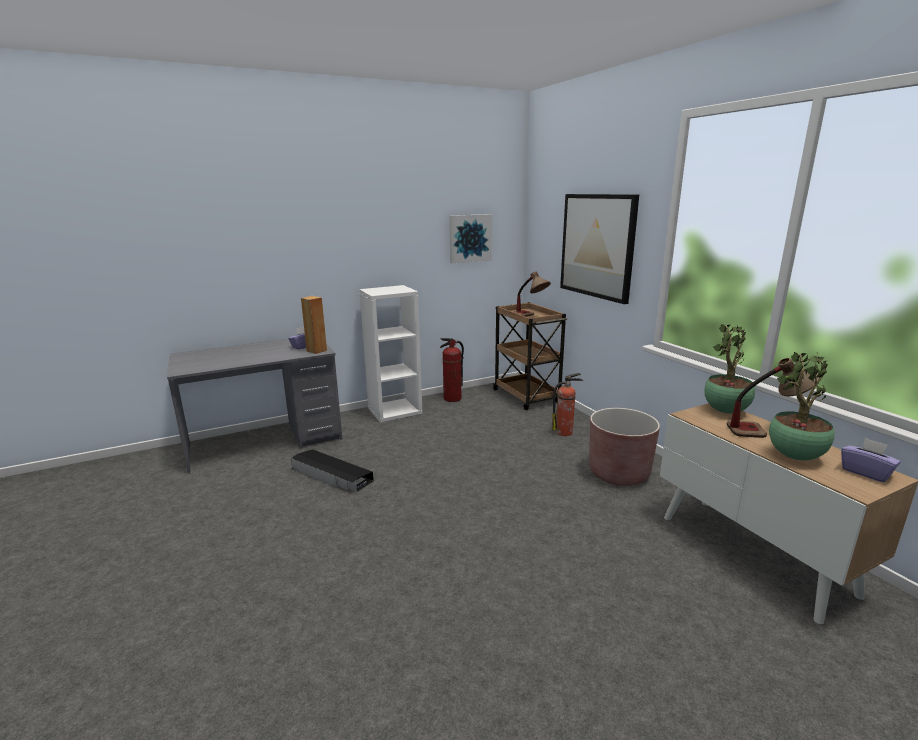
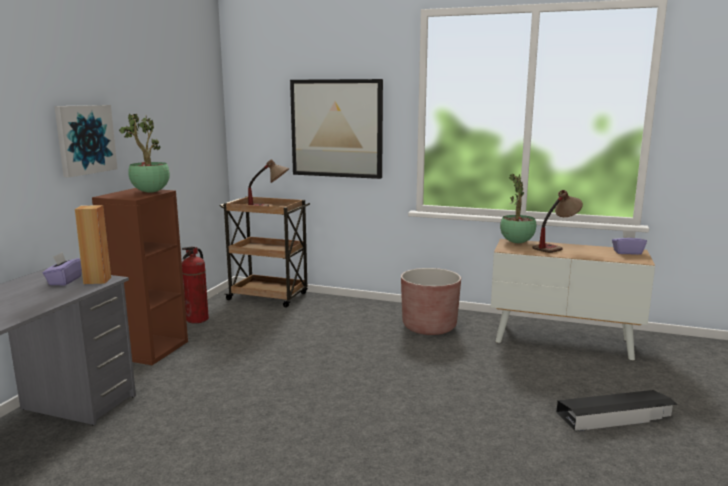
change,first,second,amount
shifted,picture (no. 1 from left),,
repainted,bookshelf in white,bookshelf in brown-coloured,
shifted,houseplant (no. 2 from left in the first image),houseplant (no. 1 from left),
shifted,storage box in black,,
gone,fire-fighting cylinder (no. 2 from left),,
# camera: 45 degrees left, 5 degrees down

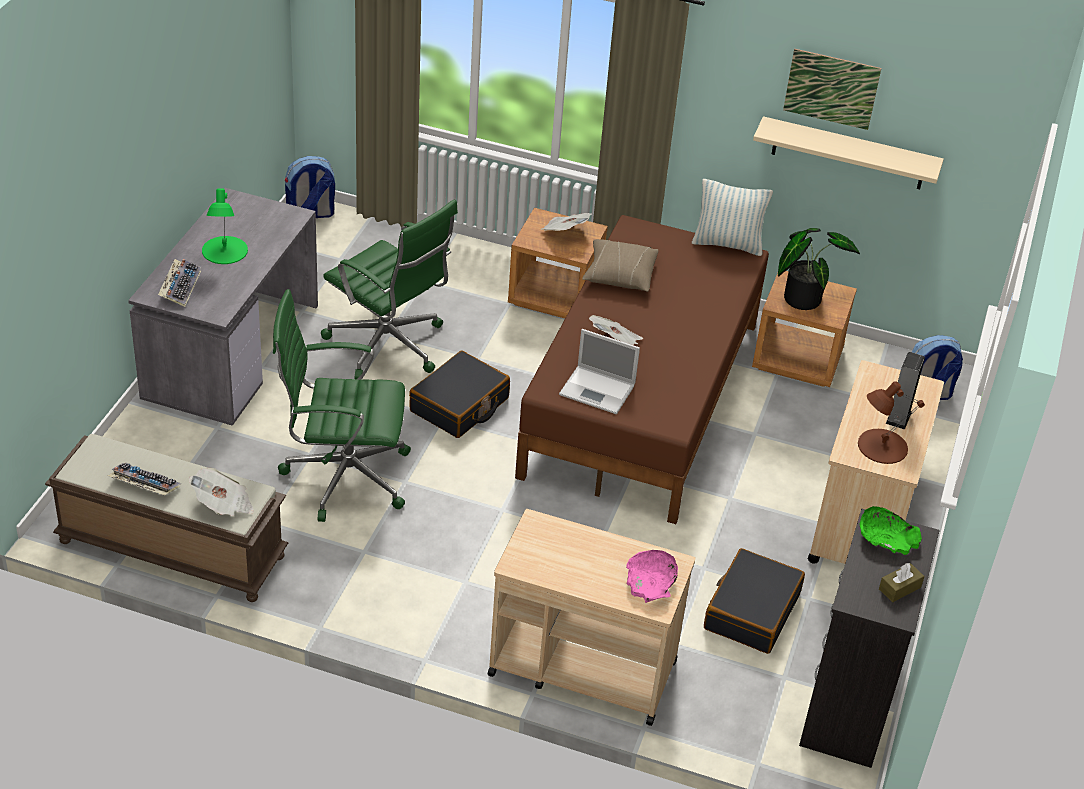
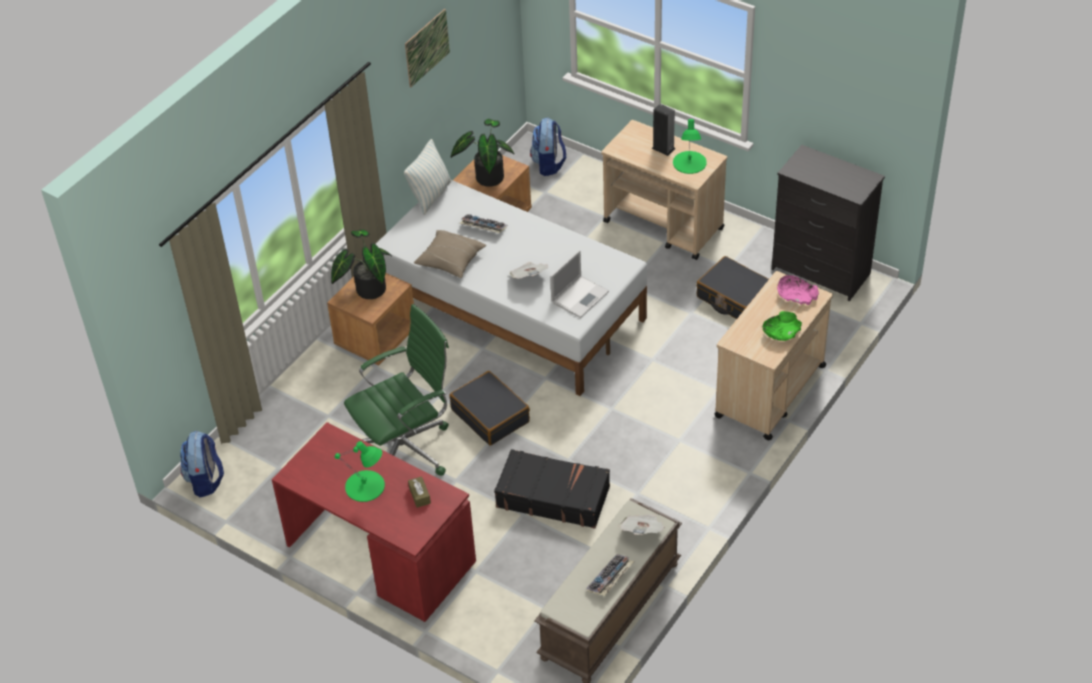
change,first,second,amount
repainted,desk table in greyish,desk table in red-coloured,
swapped,printed paper (no. 2 from left),houseplant (no. 1 from left),
repainted,sleeping bed in brown-coloured,sleeping bed in white,
shifted,tissue box in brown-coloured,,
shifted,PC keyboard (no. 2 from left in the first image),PC keyboard (no. 1 from left),
swapped,computer chair in greenish (no. 1 from left),piece of luggage in black (no. 2 from left),
repainted,table lamp in brown-coloured,table lamp in greenish (no. 2 from left),
shifted,deep dish in greenish,,
gone,shelf in sand-coloured,,
# camera: 70 degrees left, 5 degrees up

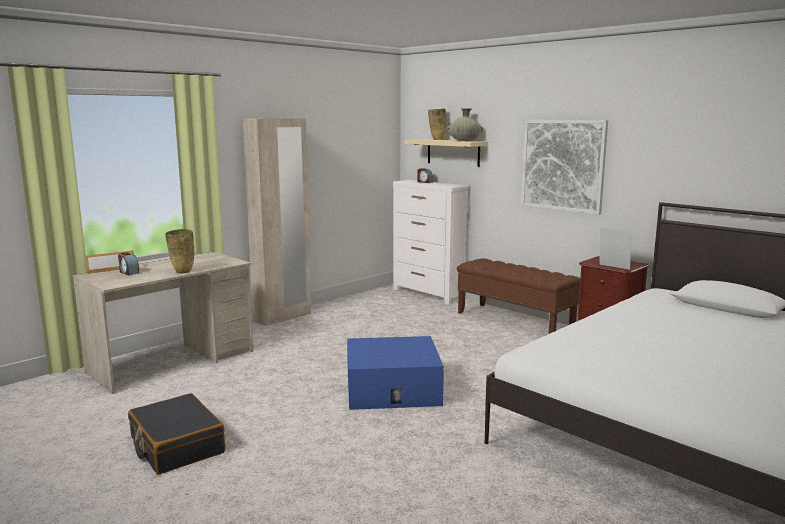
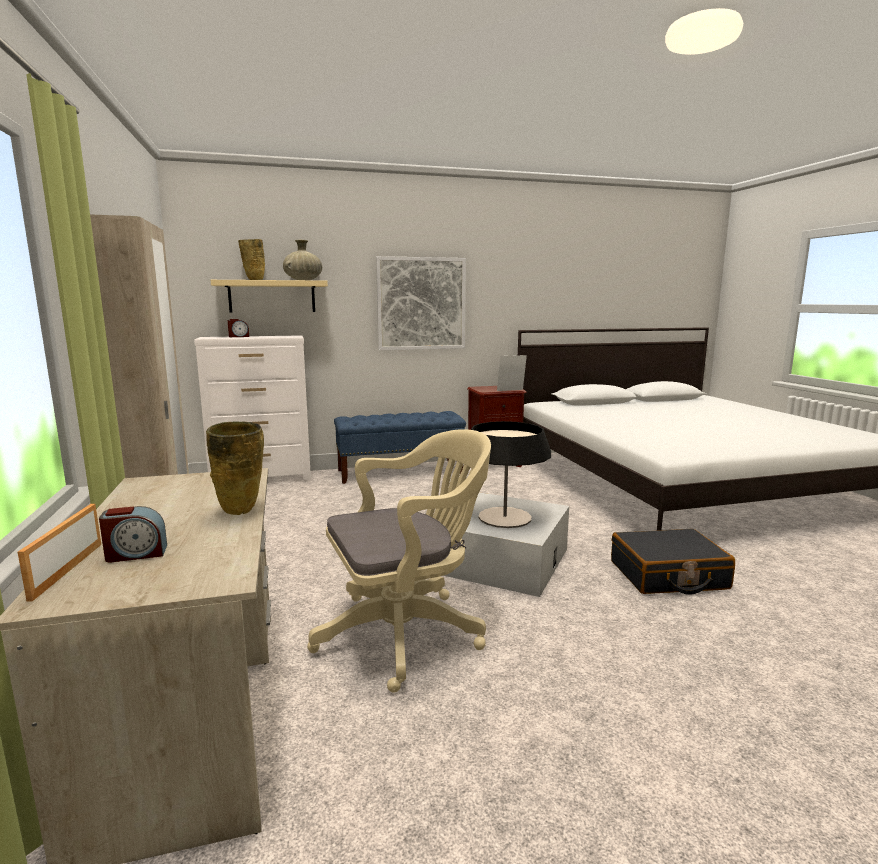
change,first,second,amount
new,,computer chair in sand-coloured,
repainted,long seat in brown-coloured,long seat in bluish,
repainted,storage box in bluish,storage box in white,
new,,table lamp,
shifted,piece of luggage in black,,
# camera: 60 degrees left, 0 degrees up

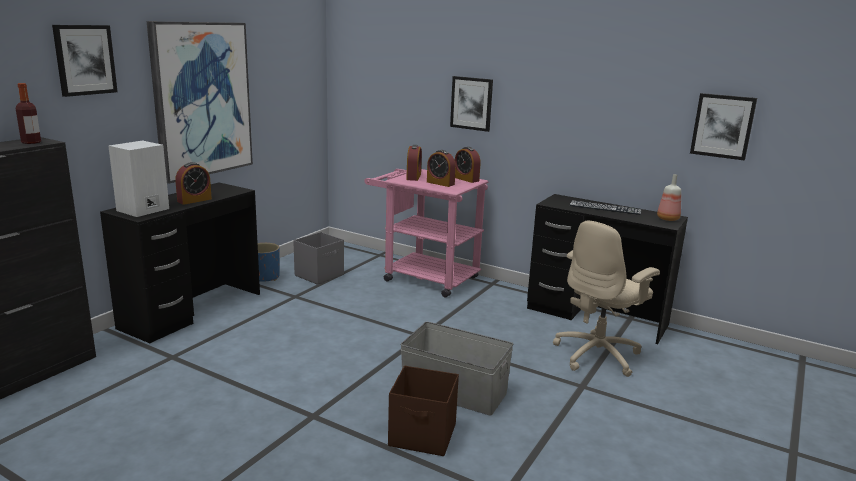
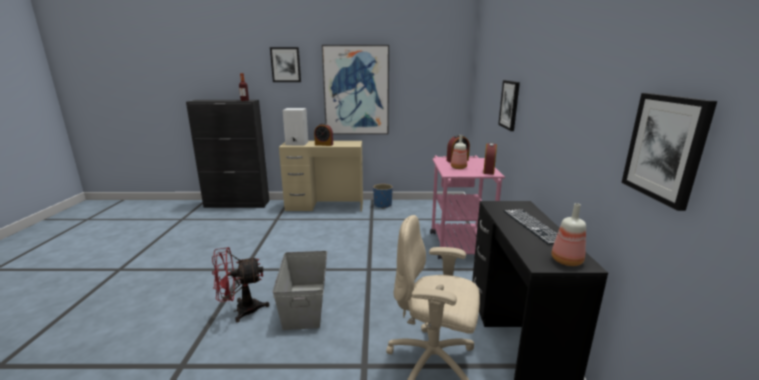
change,first,second,amount
swapped,storage box in brown-coloured,electric fan in red-coloured,
repainted,desk table in black (no. 1 from left),desk table in sand-coloured,
swapped,alarm clock (no. 3 from left),drink bottle (no. 2 from left),
gone,storage box in greyish (no. 1 from left),,
# camera: 60 degrees right, 0 degrees up

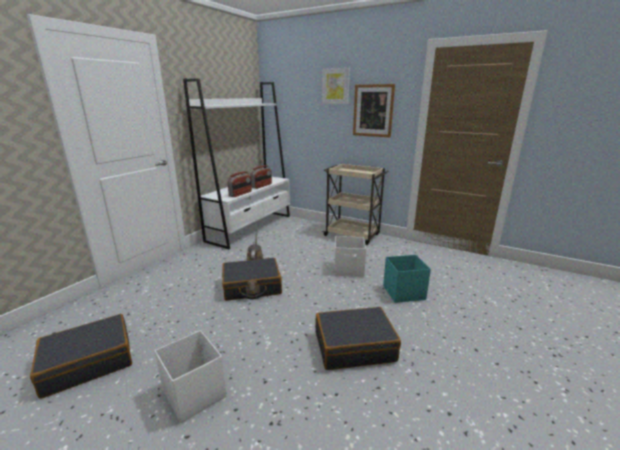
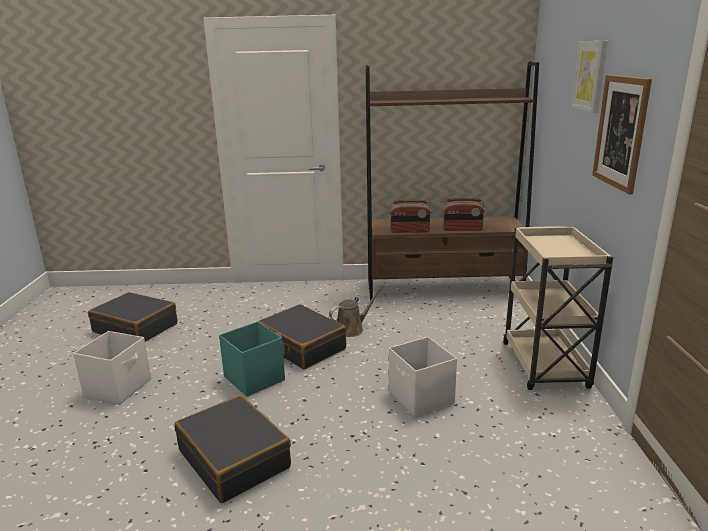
change,first,second,amount
shifted,storage box in blue-green,,
repainted,bookshelf in white,bookshelf in brown-coloured,
# camera: 60 degrees right, 0 degrees up

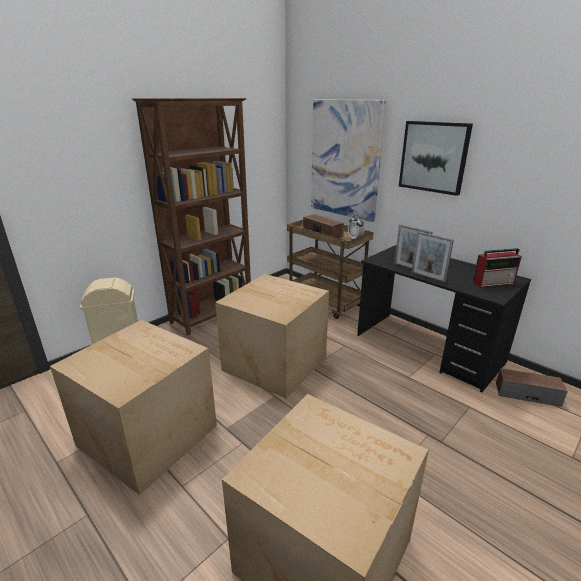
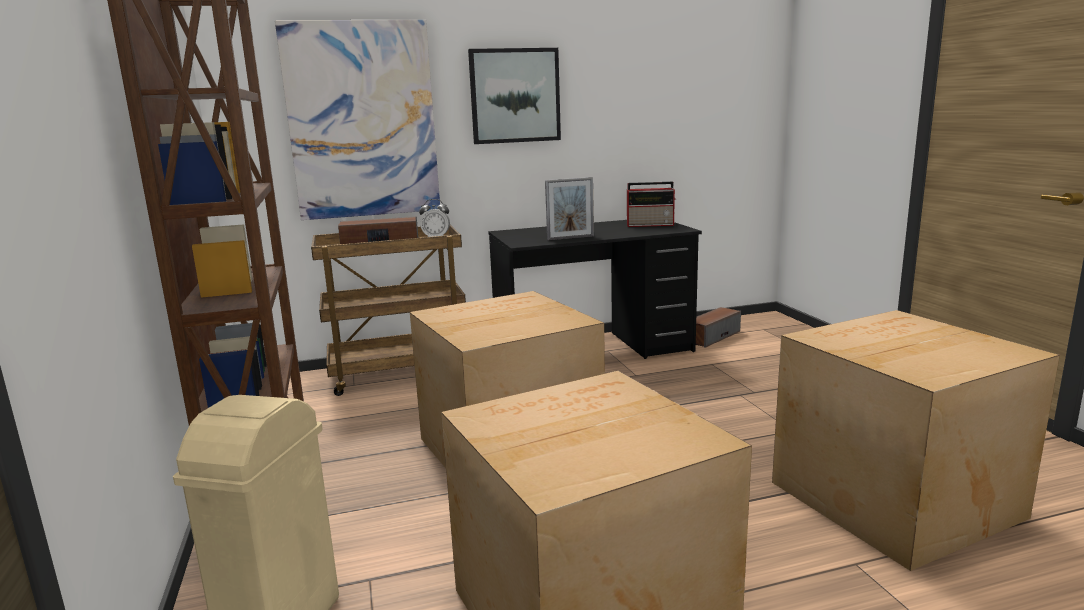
change,first,second,amount
rotated,radio set,,75 degrees clockwise
gone,standing frame (no. 2 from left),,
# camera: 60 degrees left, 10 degrees down

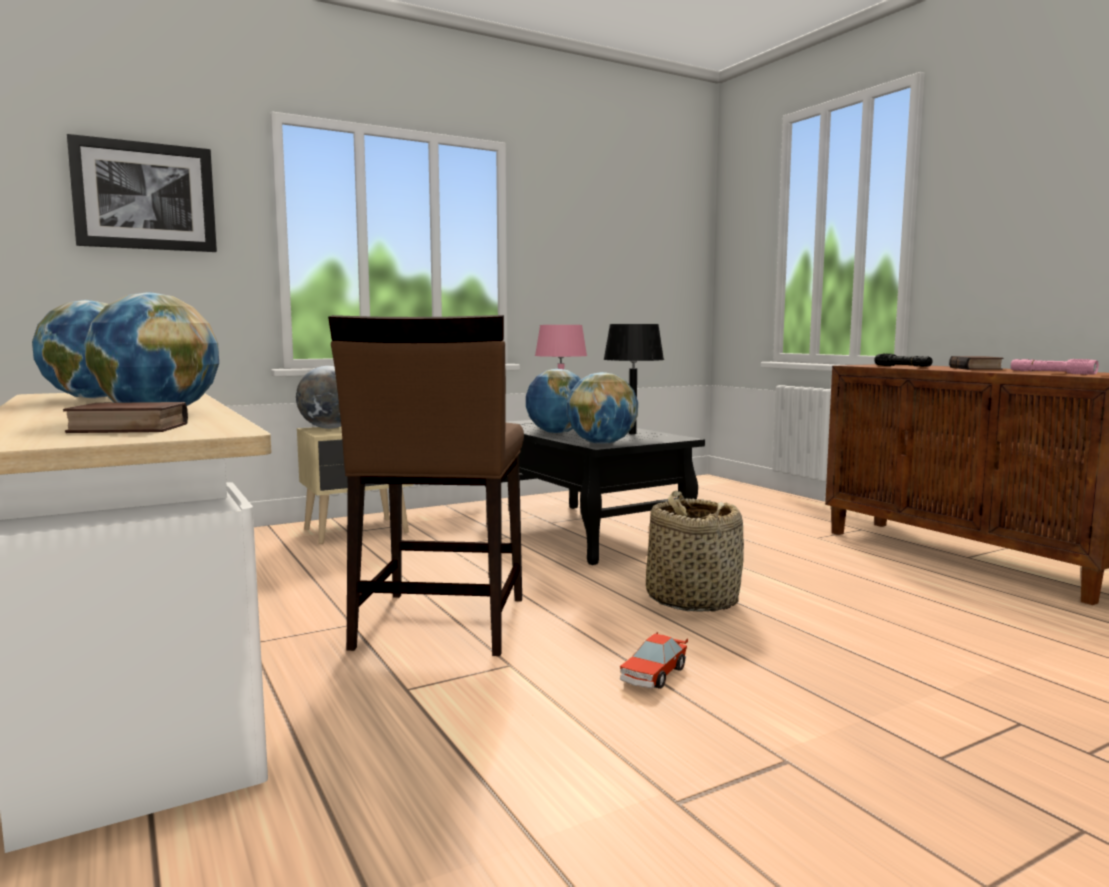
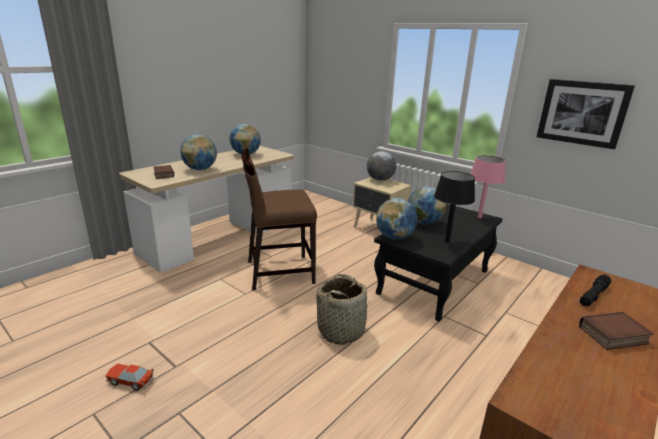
change,first,second,amount
shifted,toy car,,
shifted,picture,,
gone,hand torch in pink-coloured,,
# camera: 70 degrees right, 15 degrees up

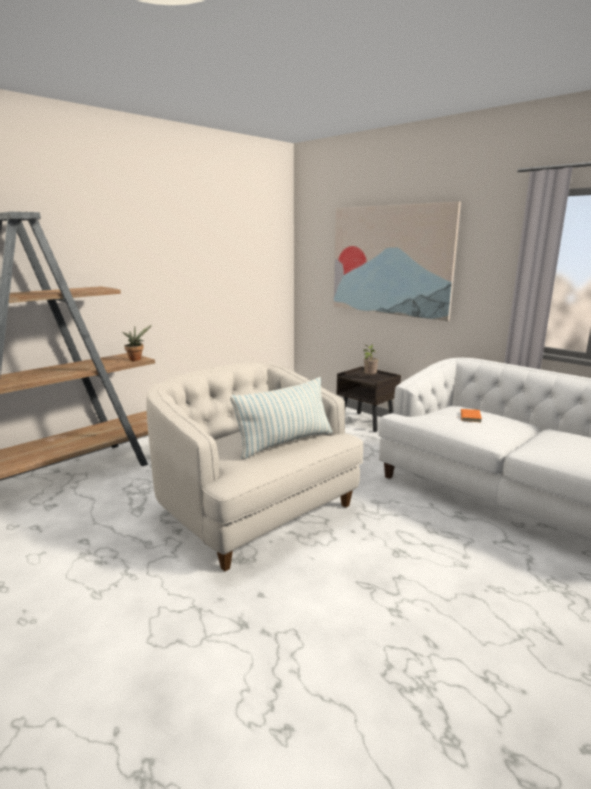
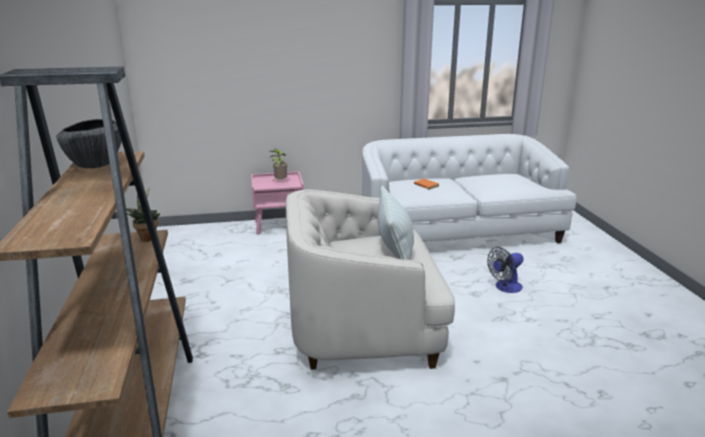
change,first,second,amount
new,,deep dish,
repainted,nightstand in brown-coloured,nightstand in pink-coloured,
new,,electric fan,
gone,picture,,
# camera: 55 degrees left, 5 degrees up

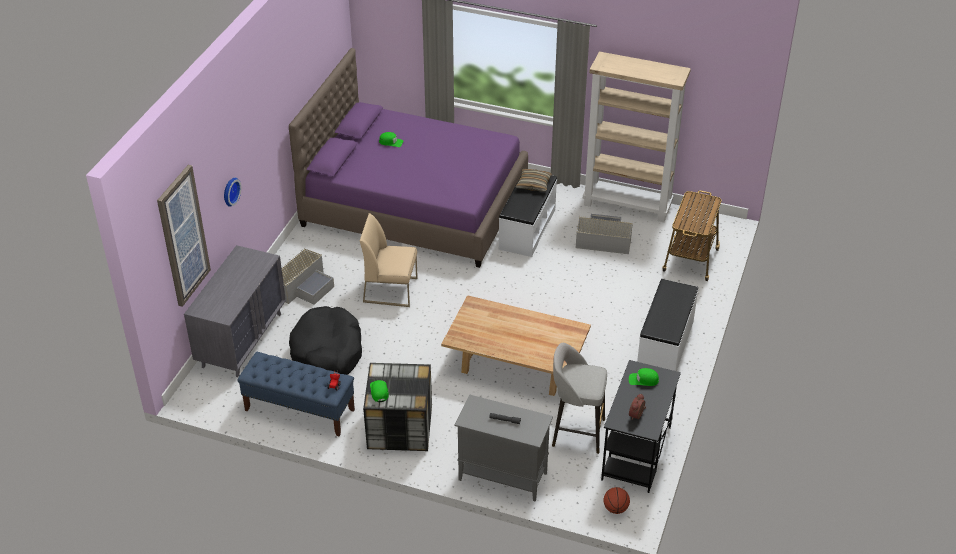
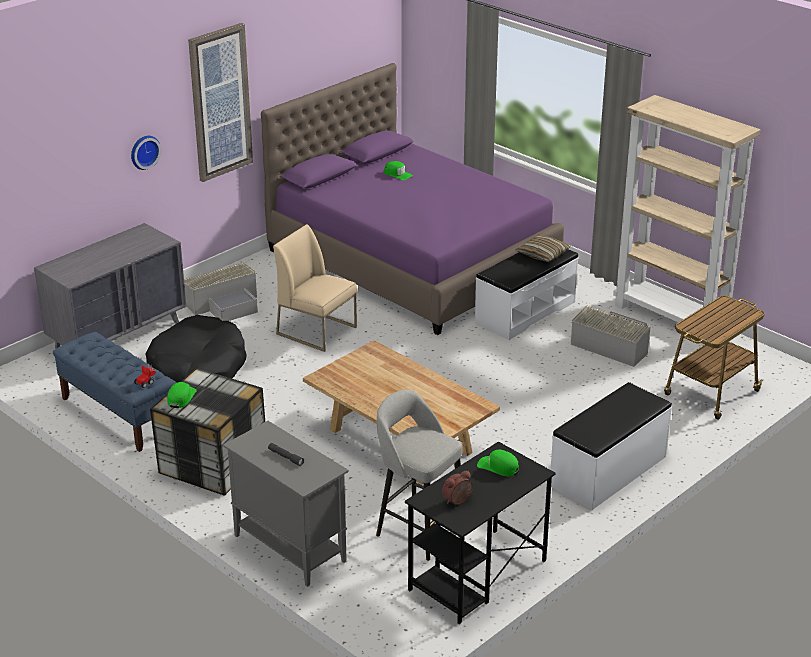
change,first,second,amount
shifted,picture,,
gone,basketball ball,,
# camera: 25 degrees right, 10 degrees down

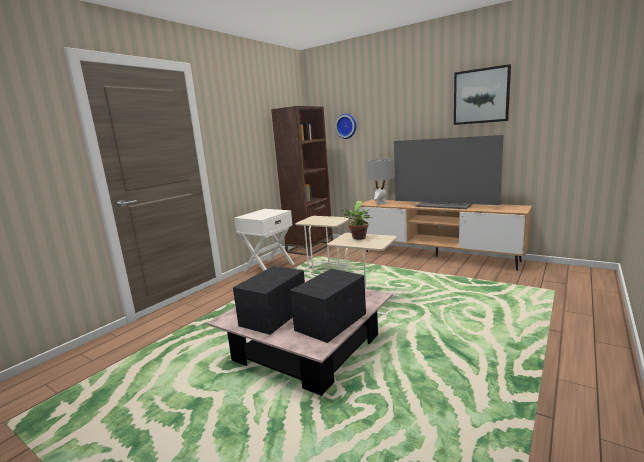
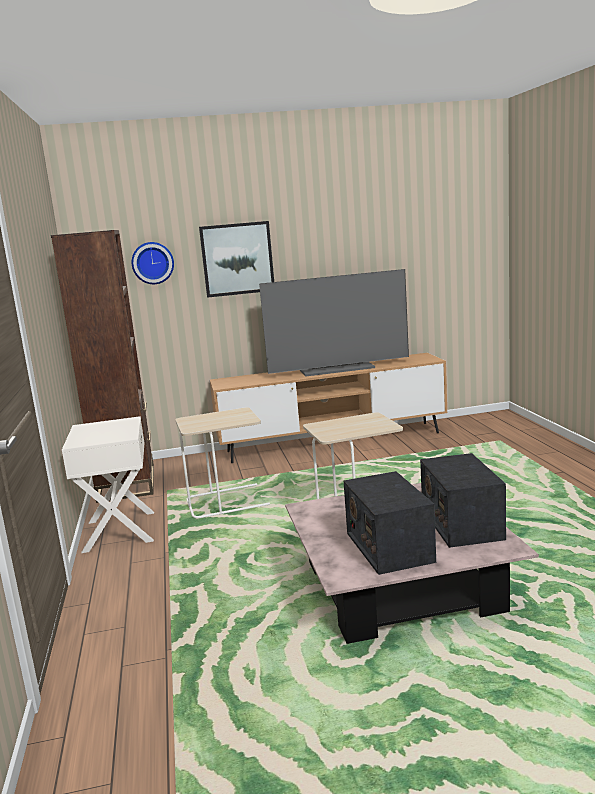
change,first,second,amount
shifted,picture,,
gone,houseplant,,
gone,table lamp in greyish,,
# camera: 45 degrees left, 0 degrees up

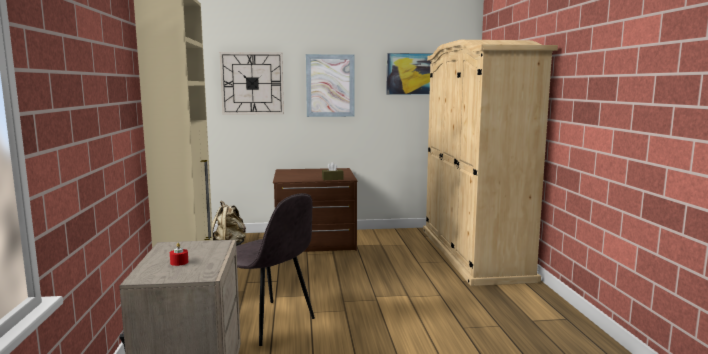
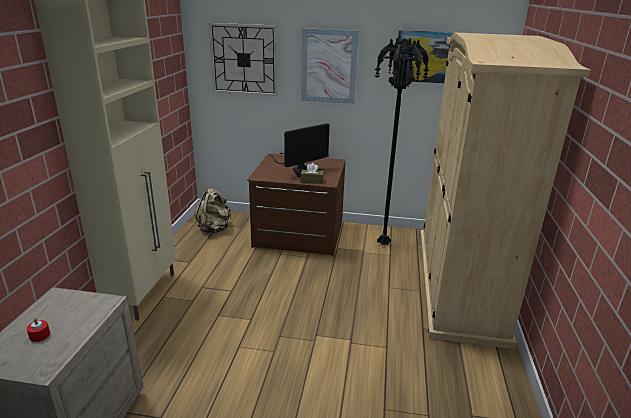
change,first,second,amount
new,,monitor,
new,,standard lamp in black,
gone,chair in greyish,,
# camera: 15 degrees right, 15 degrees up

